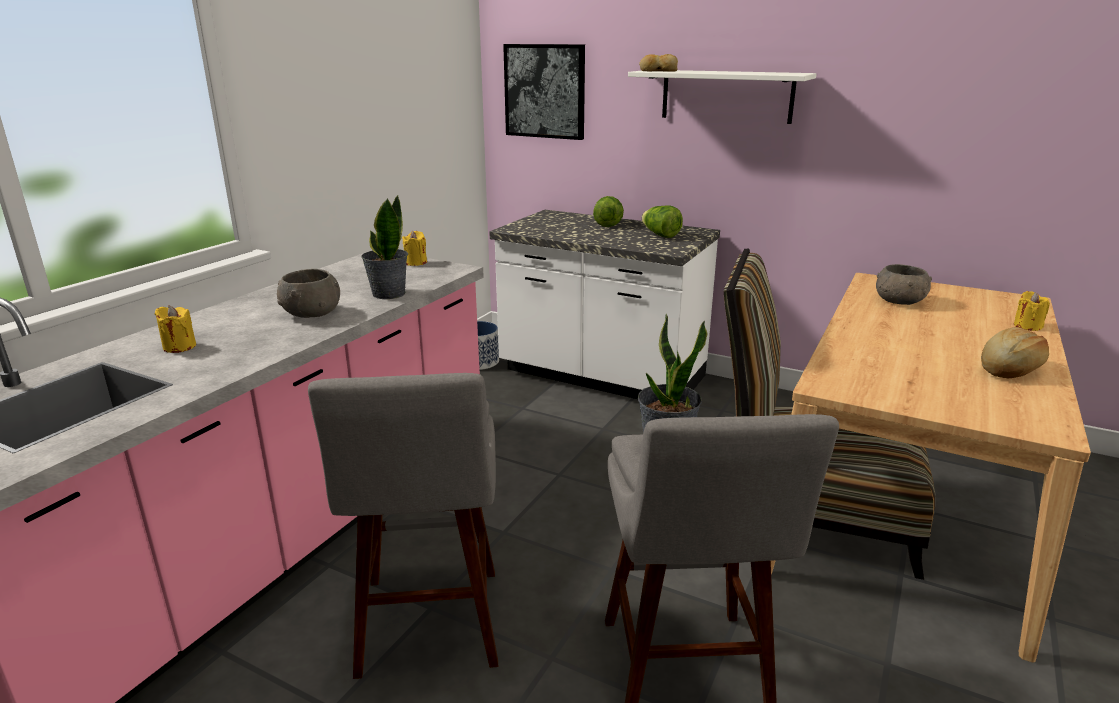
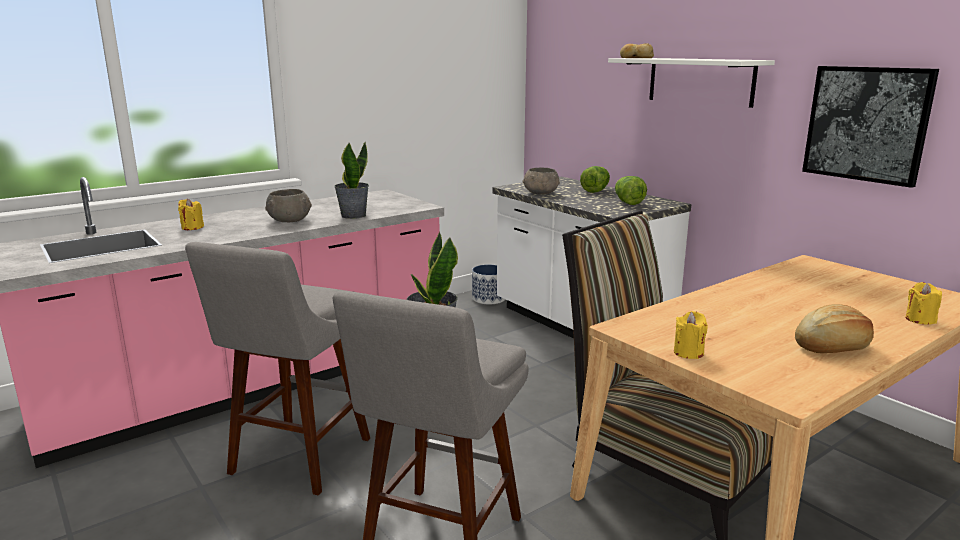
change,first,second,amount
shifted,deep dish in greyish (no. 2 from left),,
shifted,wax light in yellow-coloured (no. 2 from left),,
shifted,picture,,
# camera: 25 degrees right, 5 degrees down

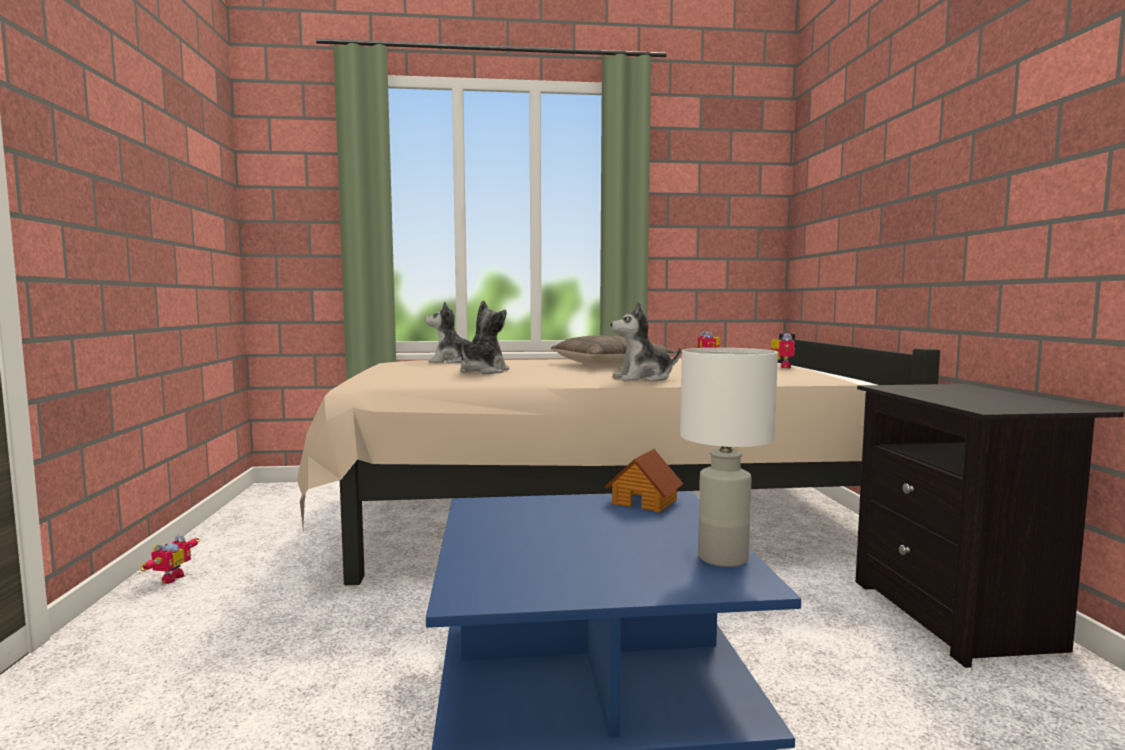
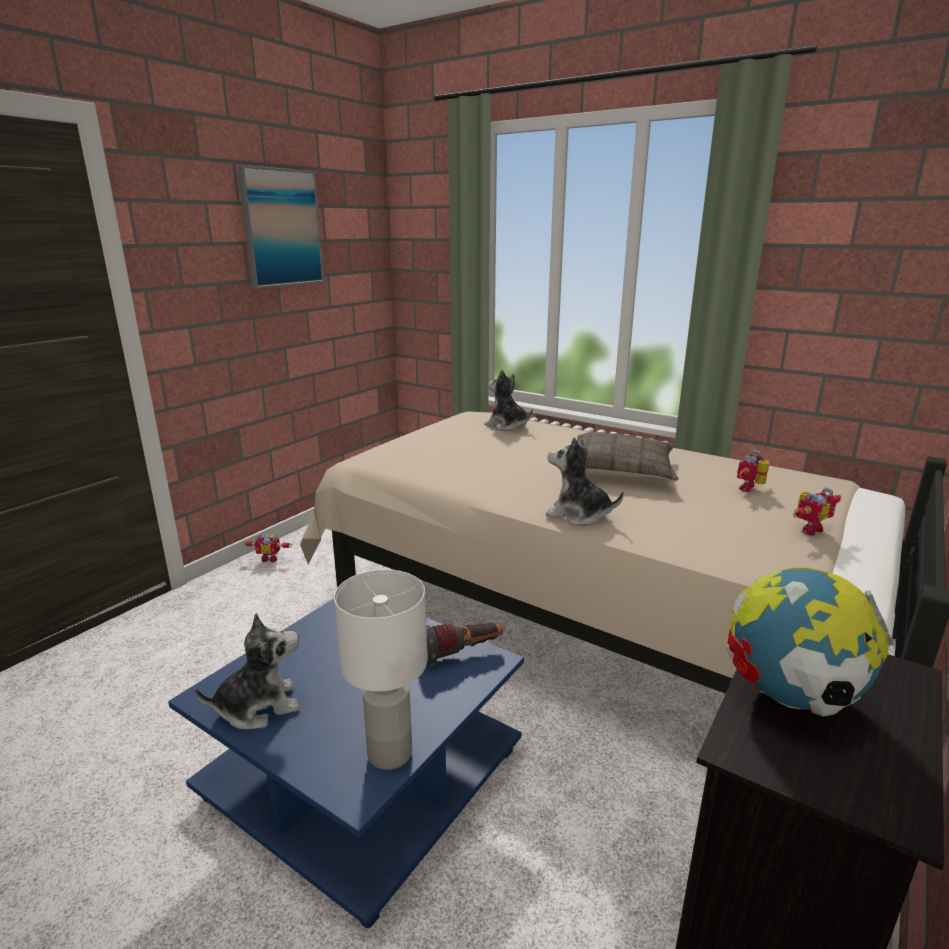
change,first,second,amount
shifted,plush toy (no. 2 from left in the first image),plush toy (no. 1 from left),
new,,picture,
rotated,toy robot (no. 1 from left),,45 degrees clockwise
swapped,model house,hand torch,
new,,globe,
# camera: 40 degrees right, 15 degrees up

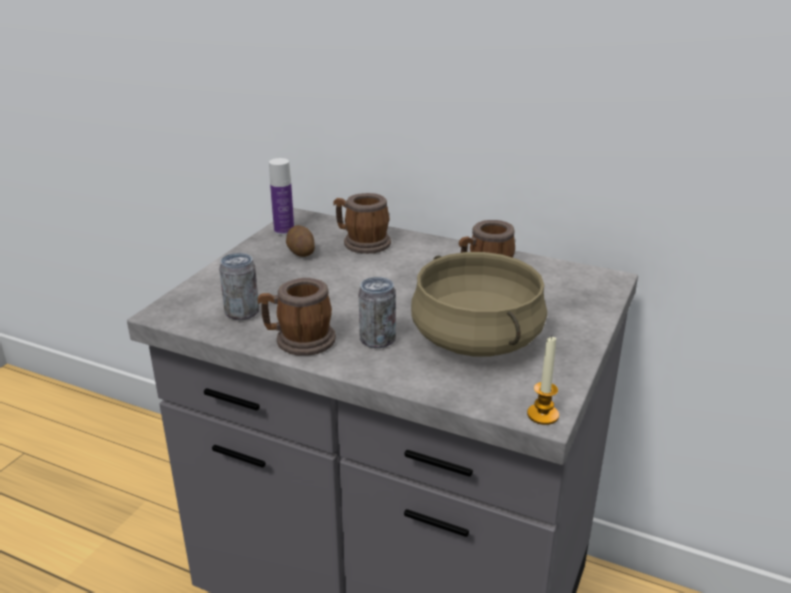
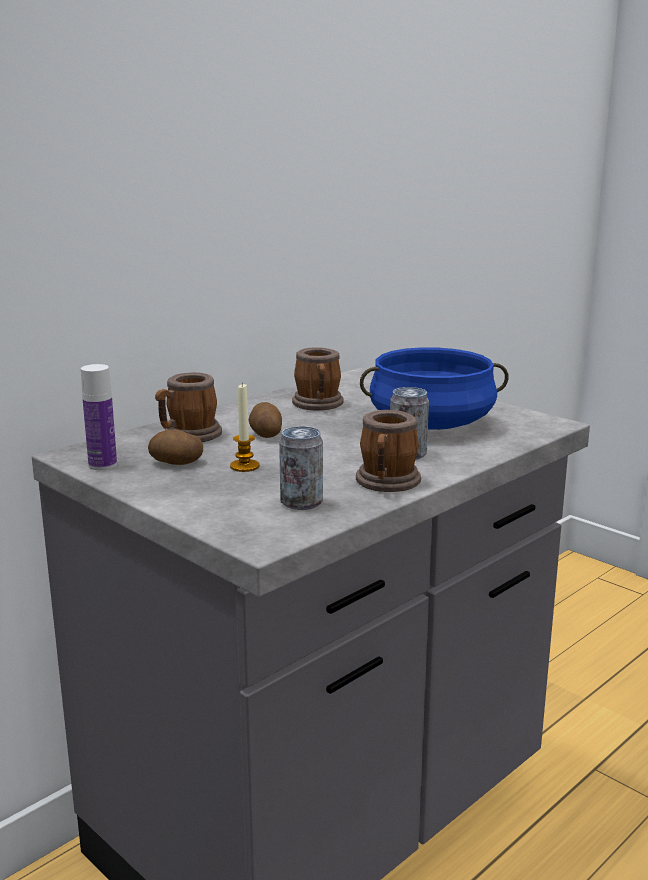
change,first,second,amount
shifted,wax light,,
new,,potato (no. 2 from left),
repainted,saucepot in sand-coloured,saucepot in bluish,
# camera: 70 degrees left, 10 degrees down

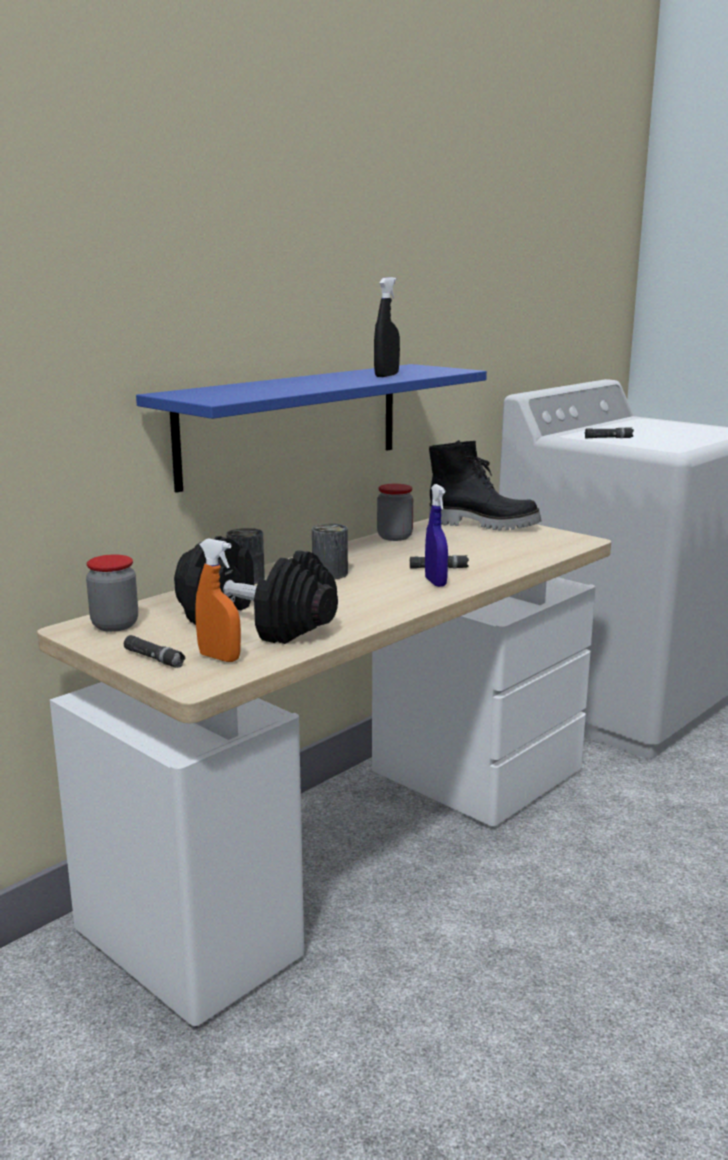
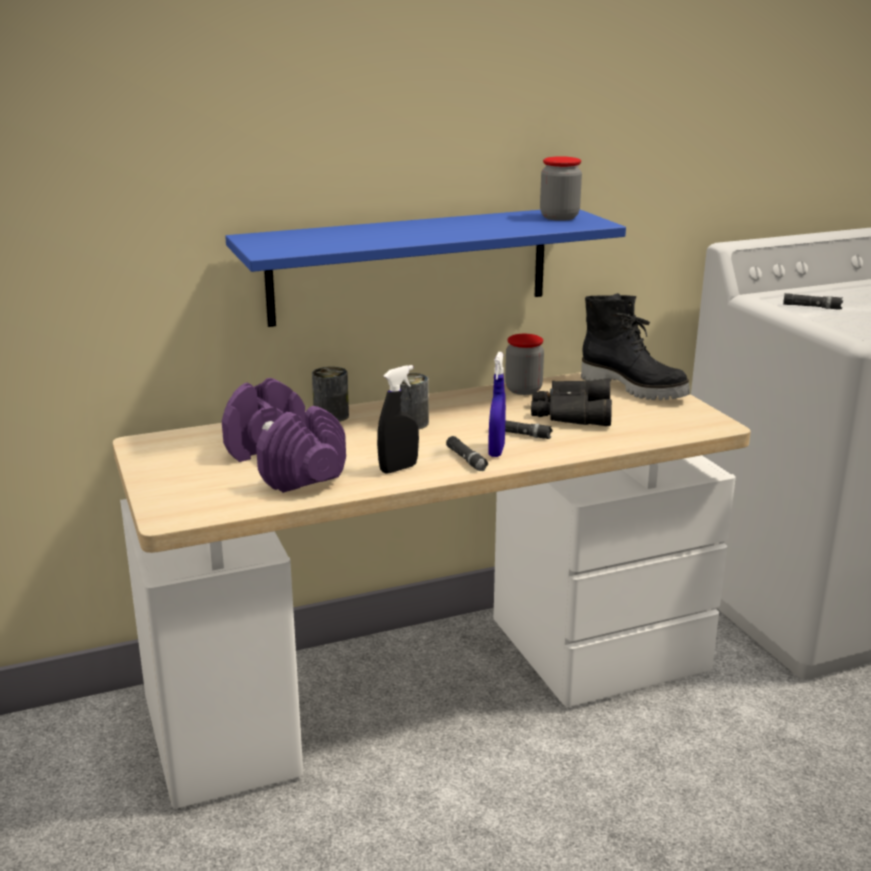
change,first,second,amount
repainted,dumbbell in black,dumbbell in purplish,
shifted,sprayer in black,,
shifted,hand torch in black (no. 1 from left),,
new,,pair of binoculars in black,
shifted,jar (no. 1 from left in the first image),jar (no. 2 from left),
gone,sprayer in orangey,,
# camera: 25 degrees right, 5 degrees up

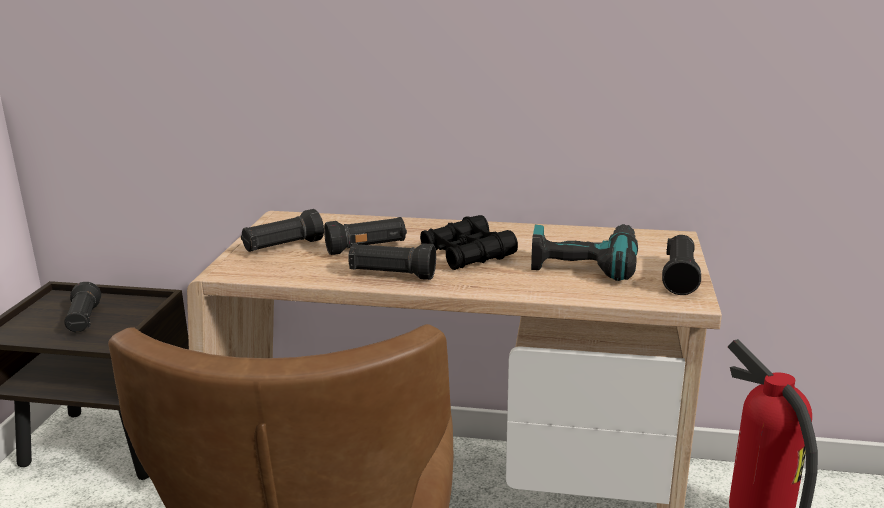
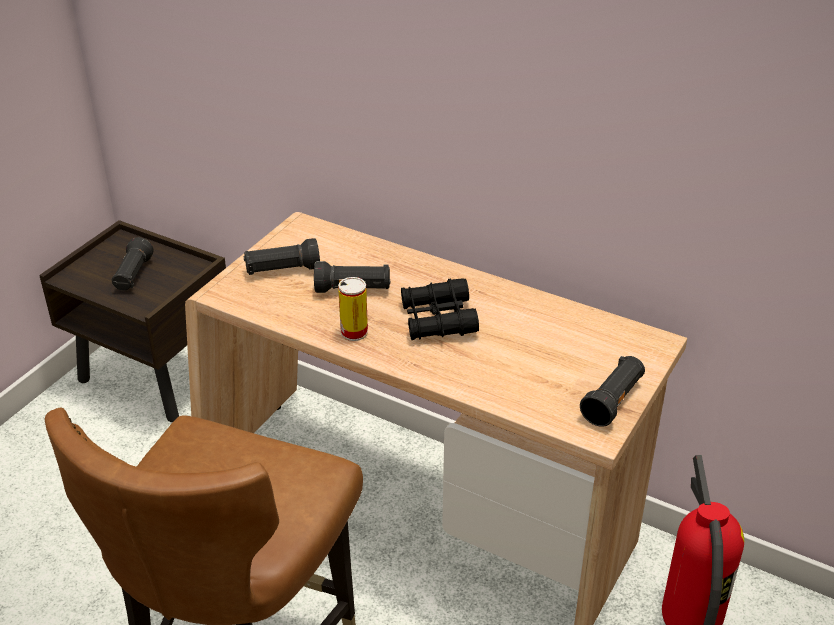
change,first,second,amount
swapped,hand torch in black (no. 4 from left),sealed can,
gone,drill,,
# camera: 20 degrees right, 15 degrees up

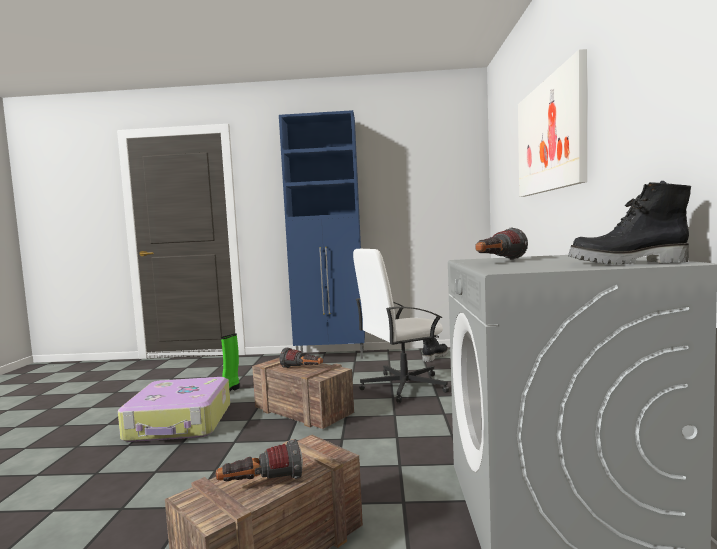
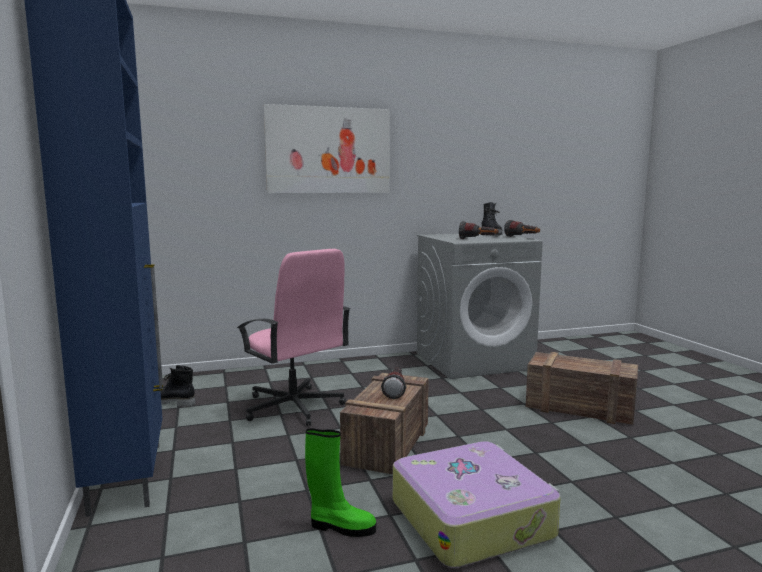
change,first,second,amount
repainted,computer chair in white,computer chair in pink-coloured,
shifted,hand torch (no. 1 from left in the first image),hand torch (no. 3 from left),
# camera: 110 degrees left, 5 degrees up

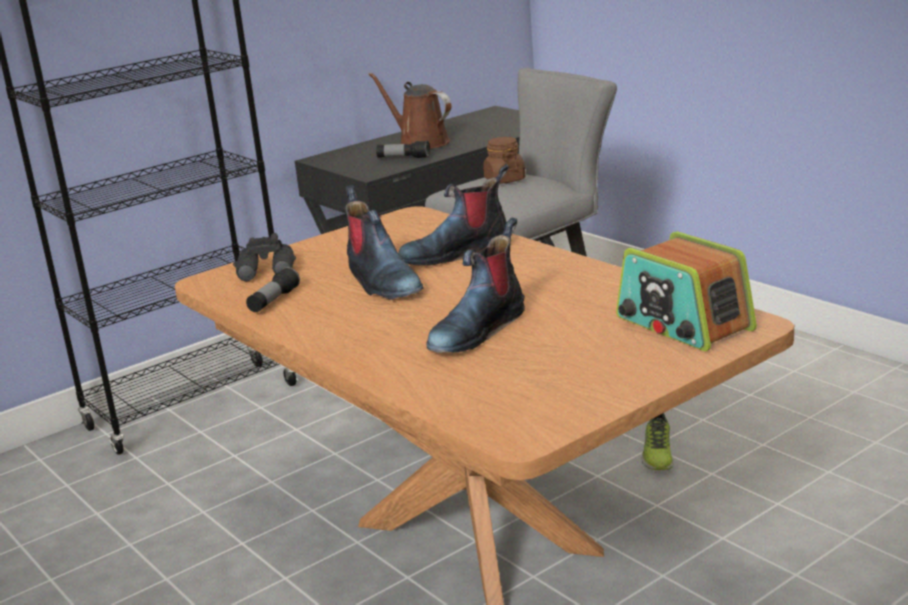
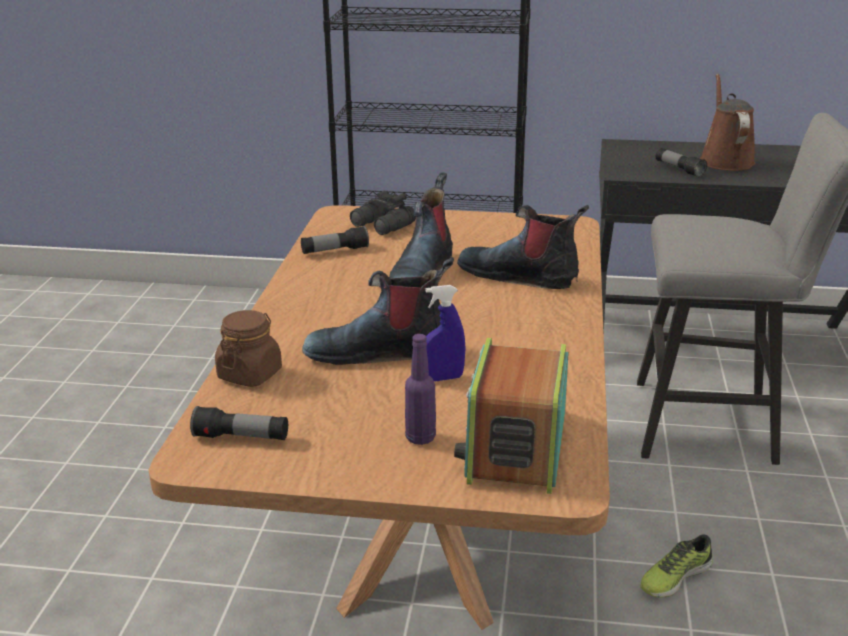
change,first,second,amount
new,,hand torch (no. 1 from left),
shifted,jar in brown-coloured,,
new,,drink bottle in purplish,
new,,sprayer in bluish,
# camera: 45 degrees right, 5 degrees up

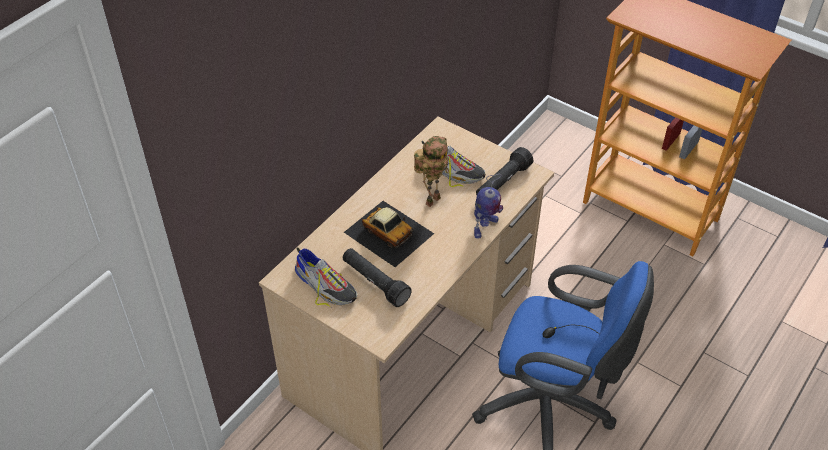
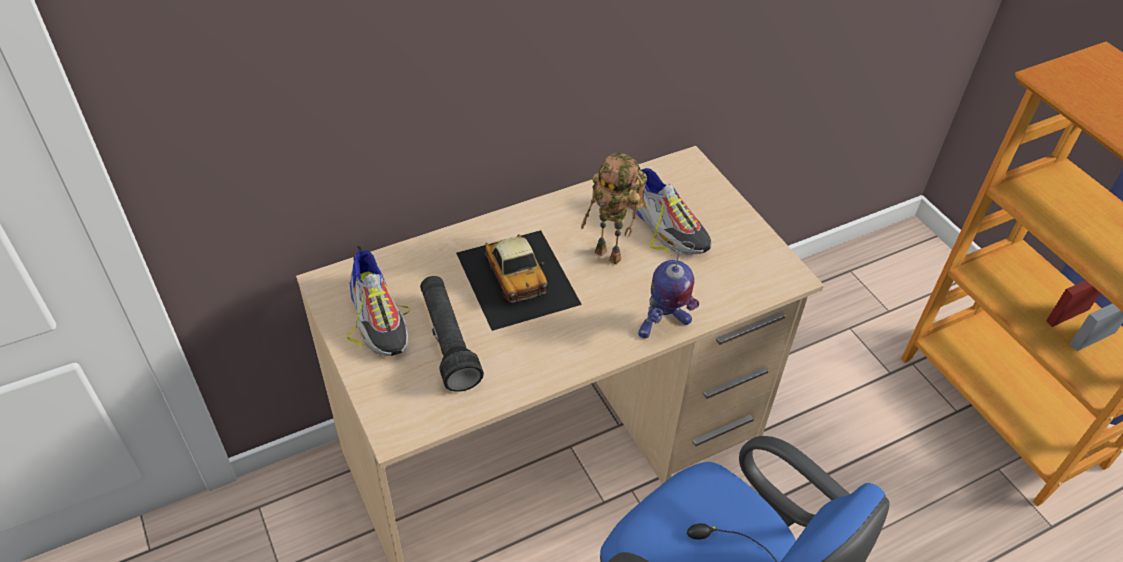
change,first,second,amount
rotated,toy robot (no. 1 from left),,60 degrees clockwise
gone,hand torch in black (no. 2 from left),,
# camera: 25 degrees right, 0 degrees up

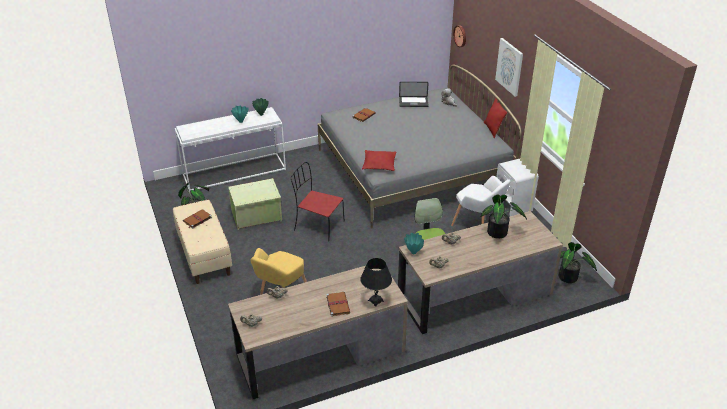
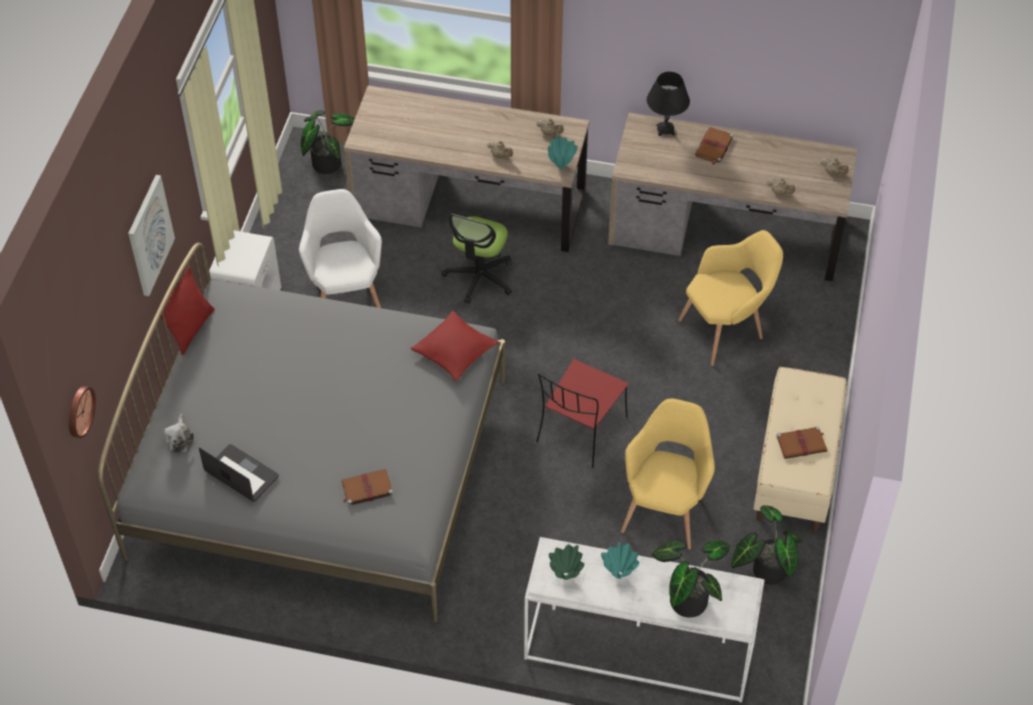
change,first,second,amount
rotated,chair in red-coloured,,60 degrees clockwise
swapped,storage box in greenish,lounge chair in yellow-coloured (no. 1 from left),
shifted,houseplant (no. 2 from left),,
# camera: 145 degrees left, 15 degrees up

